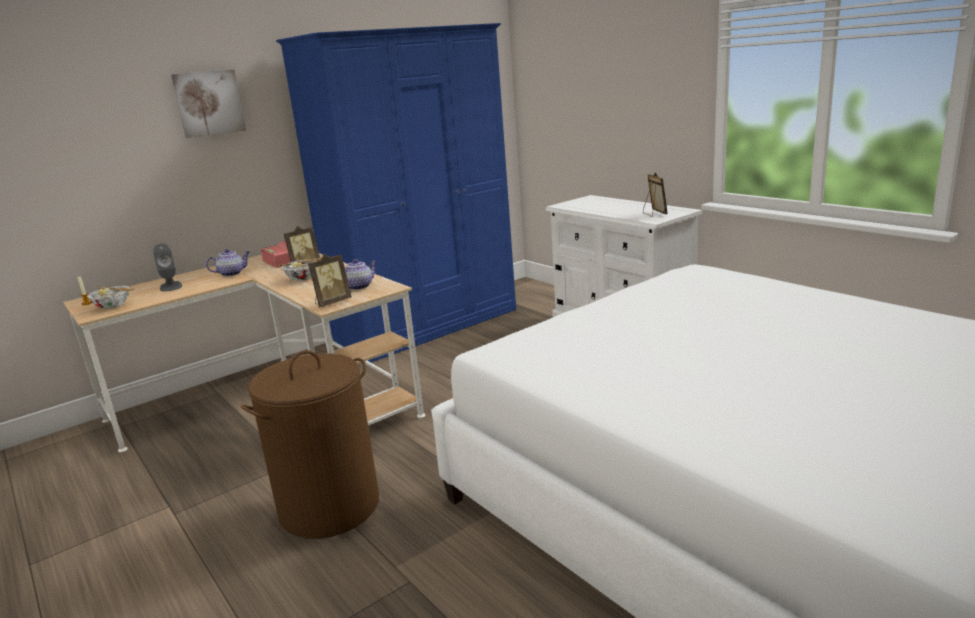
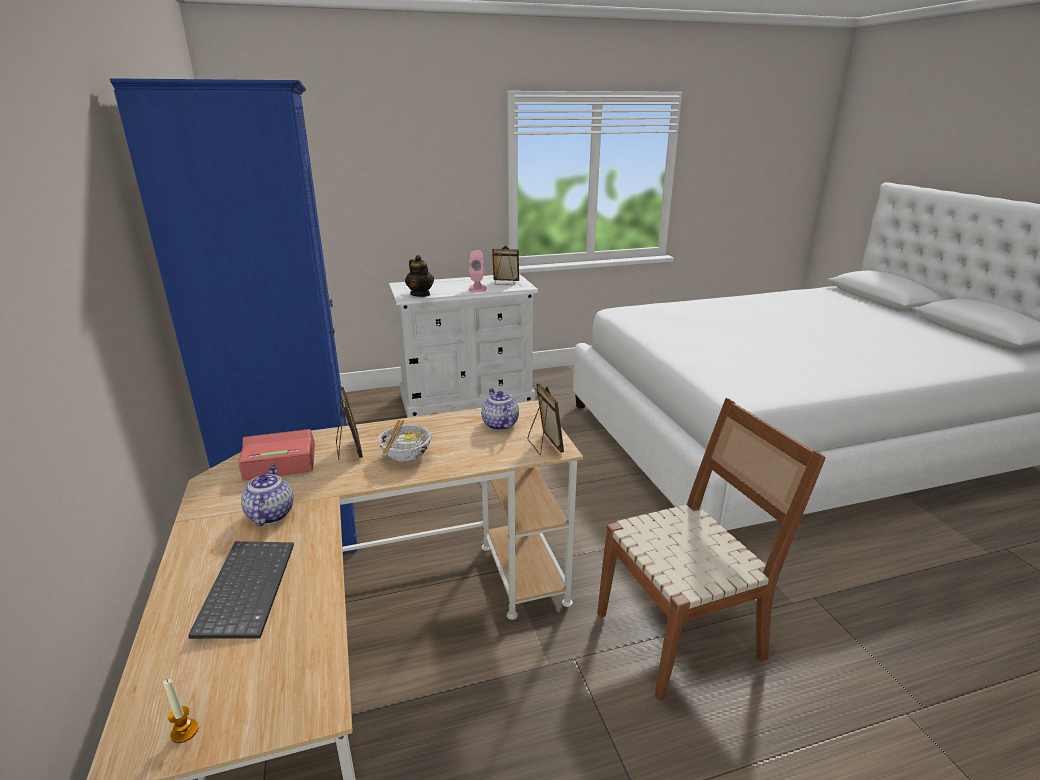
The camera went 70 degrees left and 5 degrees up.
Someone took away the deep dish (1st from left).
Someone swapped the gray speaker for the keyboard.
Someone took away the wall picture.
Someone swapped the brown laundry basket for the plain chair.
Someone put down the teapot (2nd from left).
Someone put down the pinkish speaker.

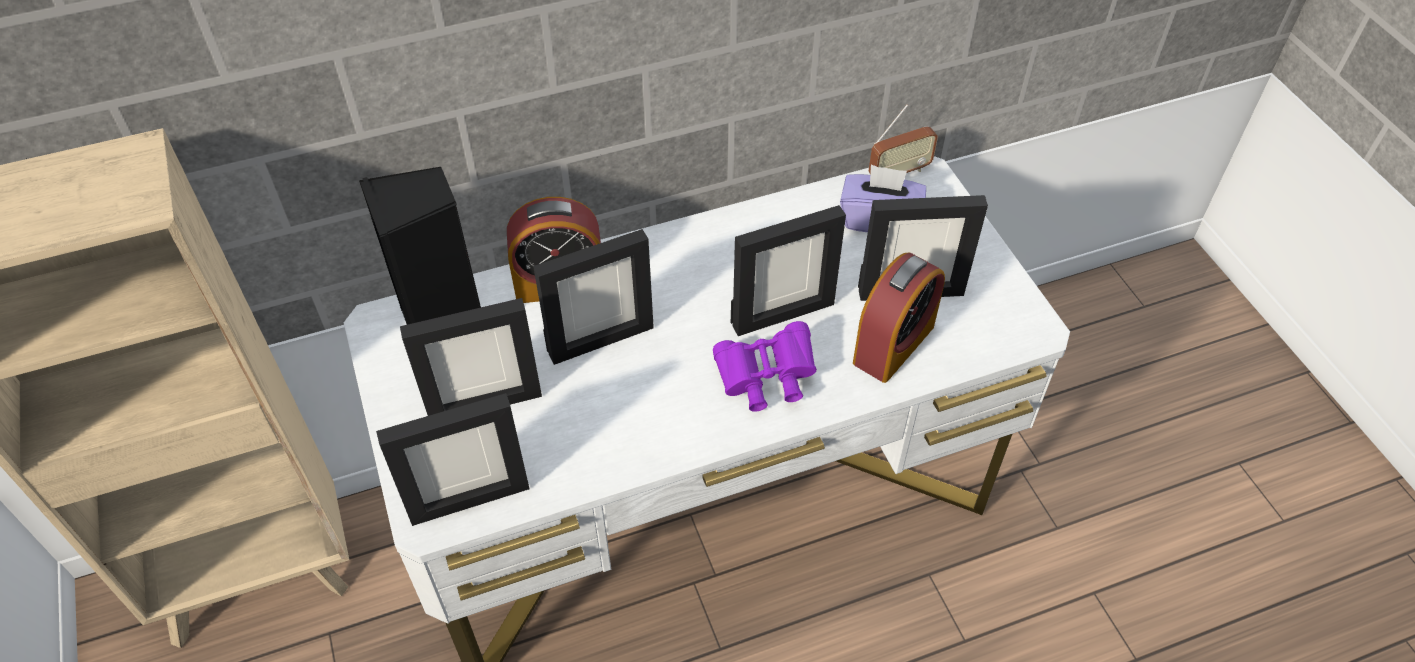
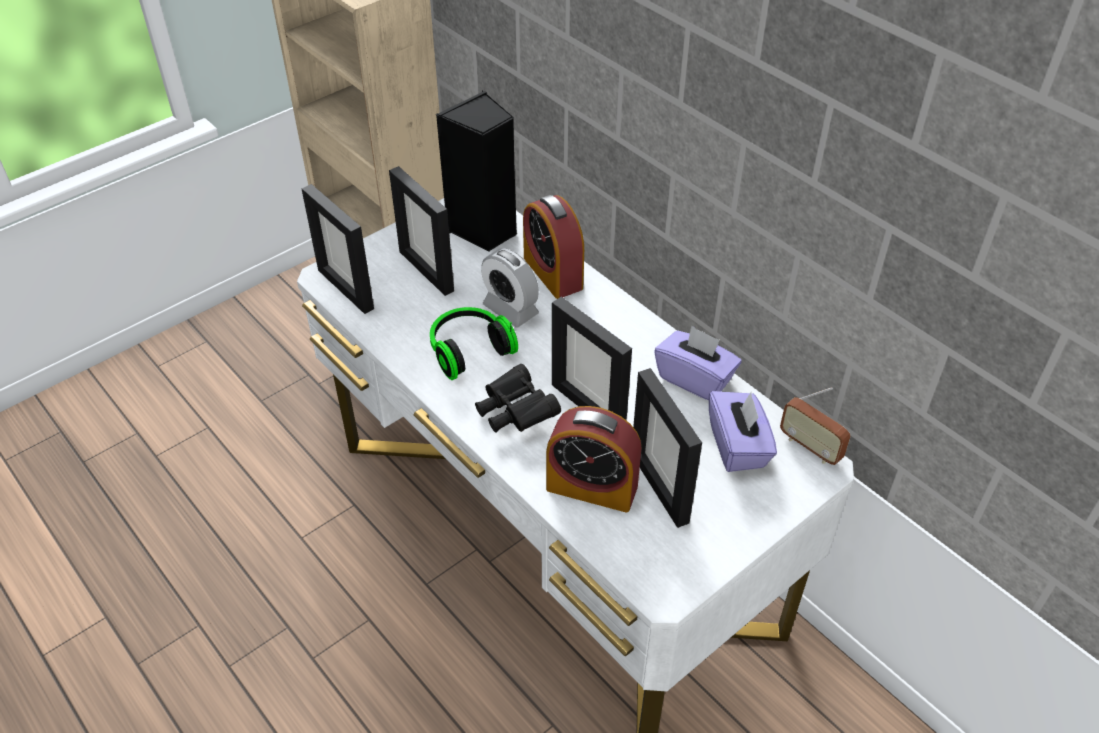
The camera went 70 degrees right and 5 degrees down.
Someone swapped the picture frame (3rd from left) for the table clock (1st from left).
Someone repainted the purplish pair of binoculars, which became the black pair of binoculars.
Someone put down the pair of headphones.
Someone put down the purplish tissue holder (1st from left).

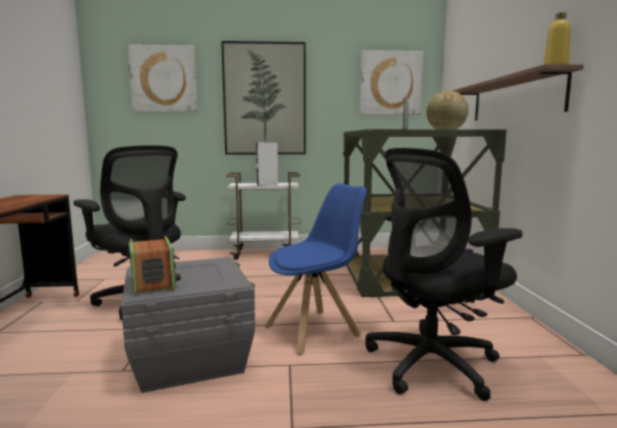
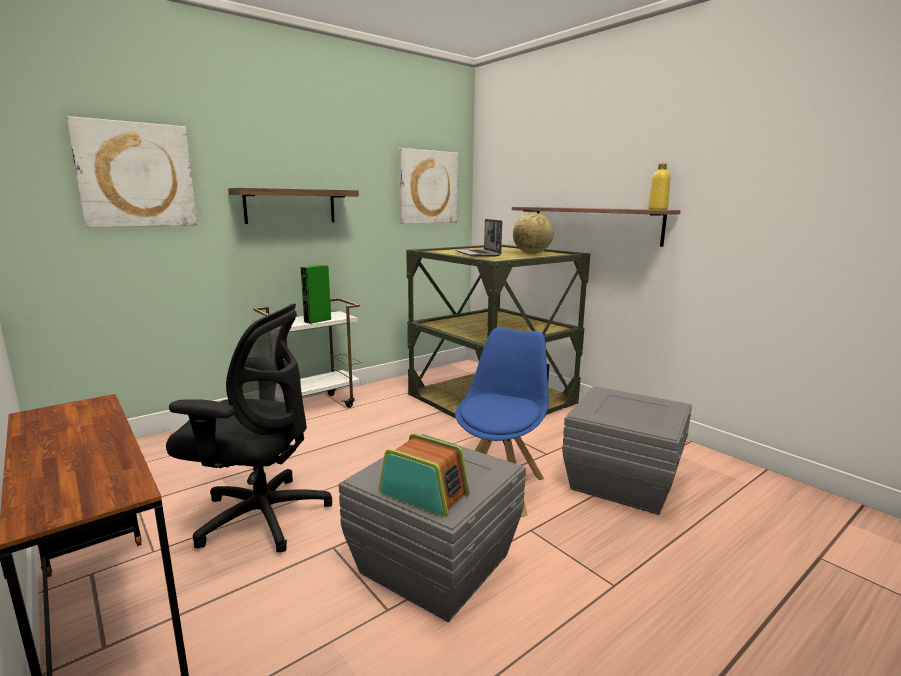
The camera went 35 degrees left and 5 degrees up.
Someone swapped the wall picture (2nd from left) for the wall shelf (1st from left).
Someone repainted the whitish speaker, which became the green-coloured speaker.
Someone swapped the black desk chair (2nd from left) for the gray storage box (2nd from left).

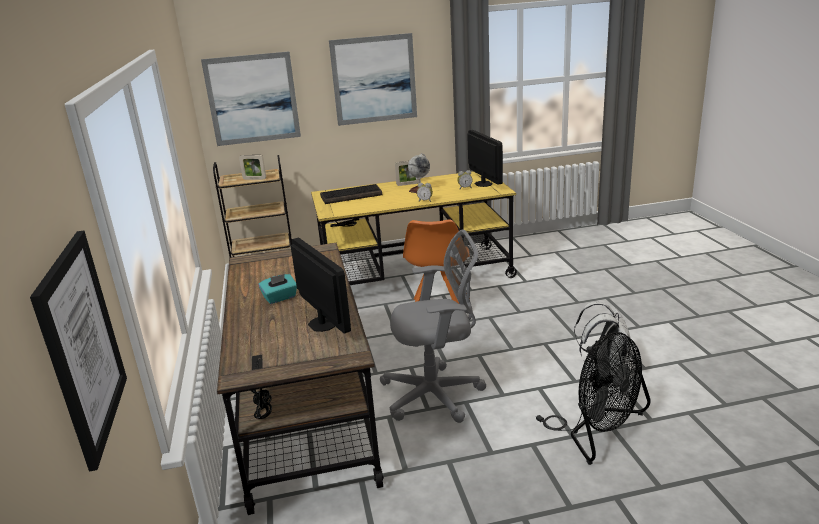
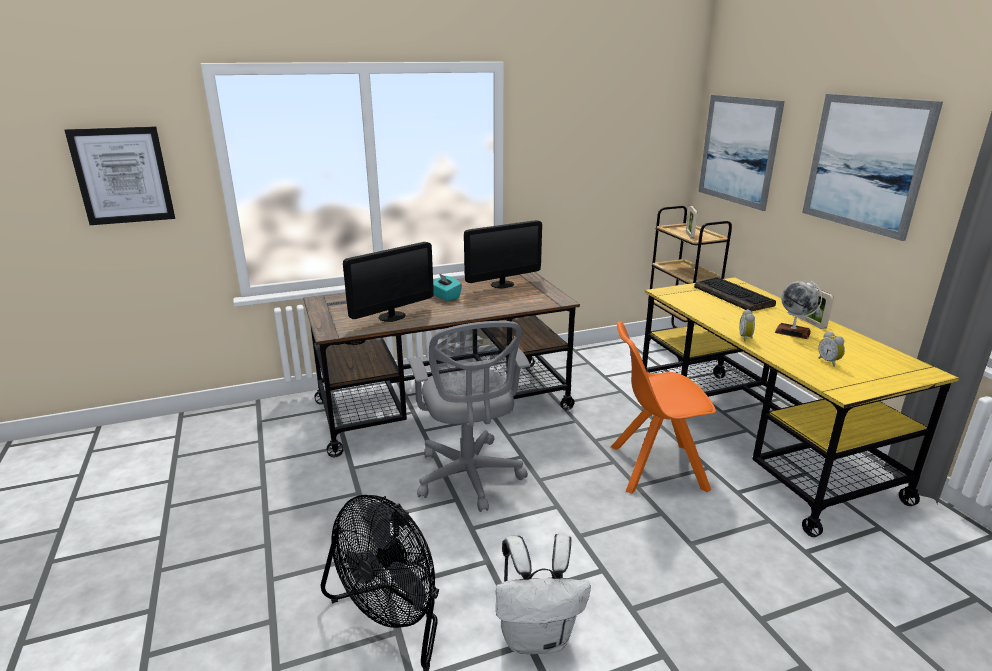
The camera went 80 degrees right and 0 degrees up.
Someone carried the monitor (2nd from left).

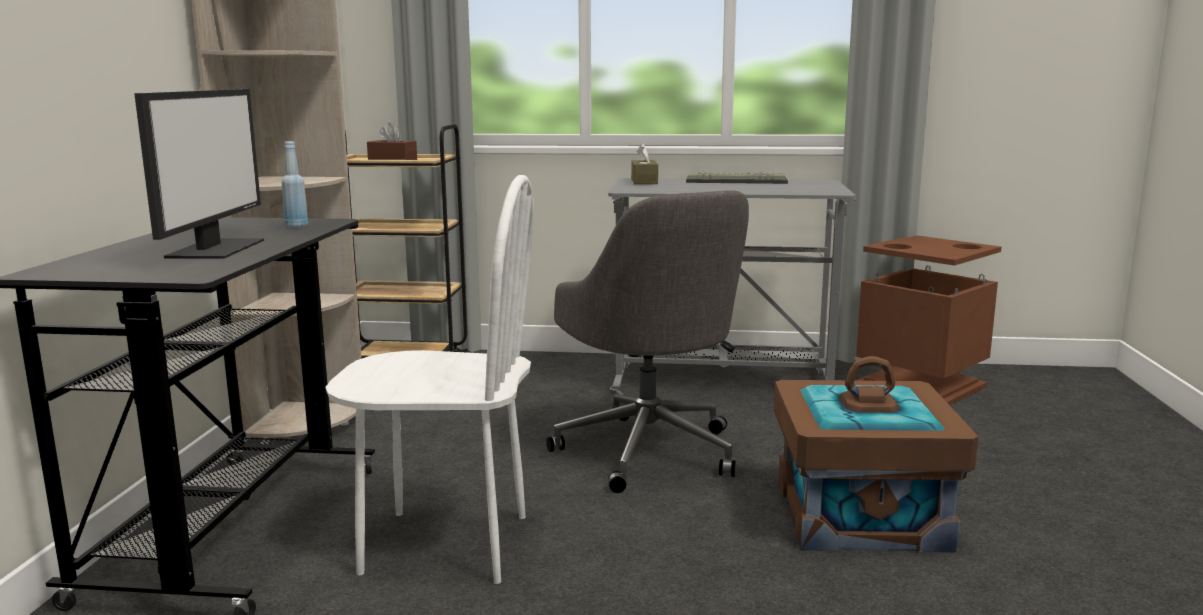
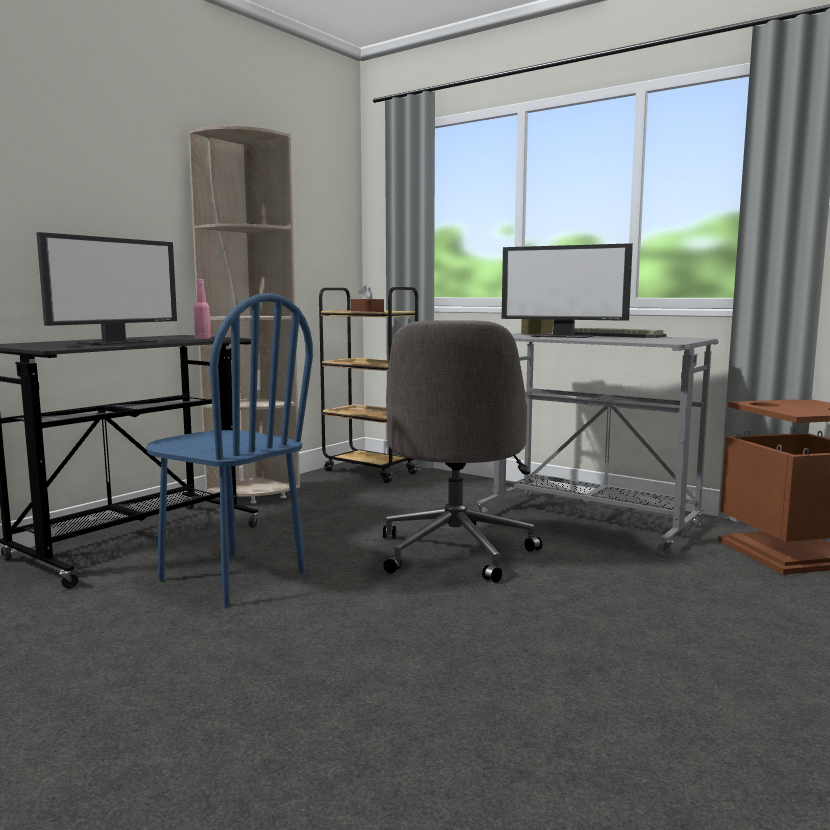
The camera went 30 degrees right and 5 degrees down.
Someone repainted the blue-coloured beverage bottle, which became the pinkish beverage bottle.
Someone repainted the whitish plain chair, which became the blue-coloured plain chair.
Someone took away the brown storage box.
Someone put down the monitor (2nd from left).

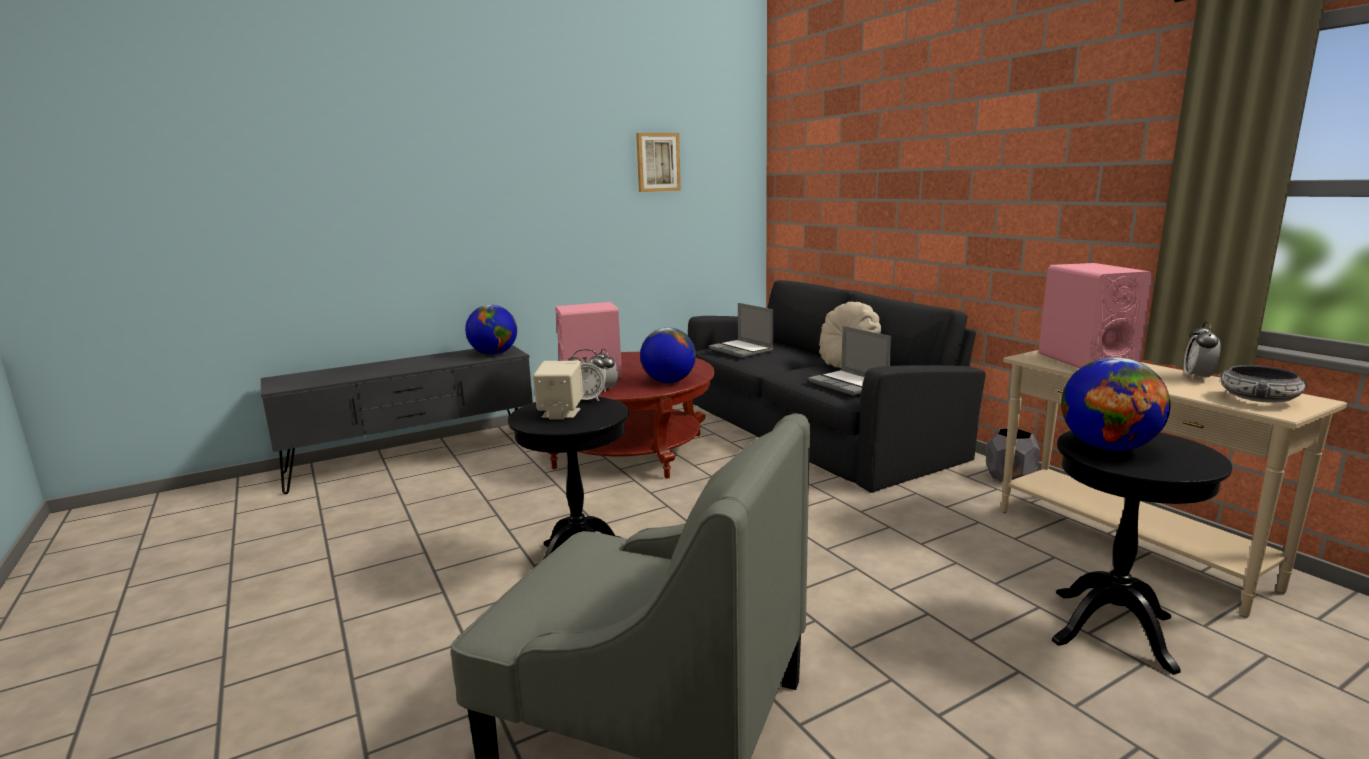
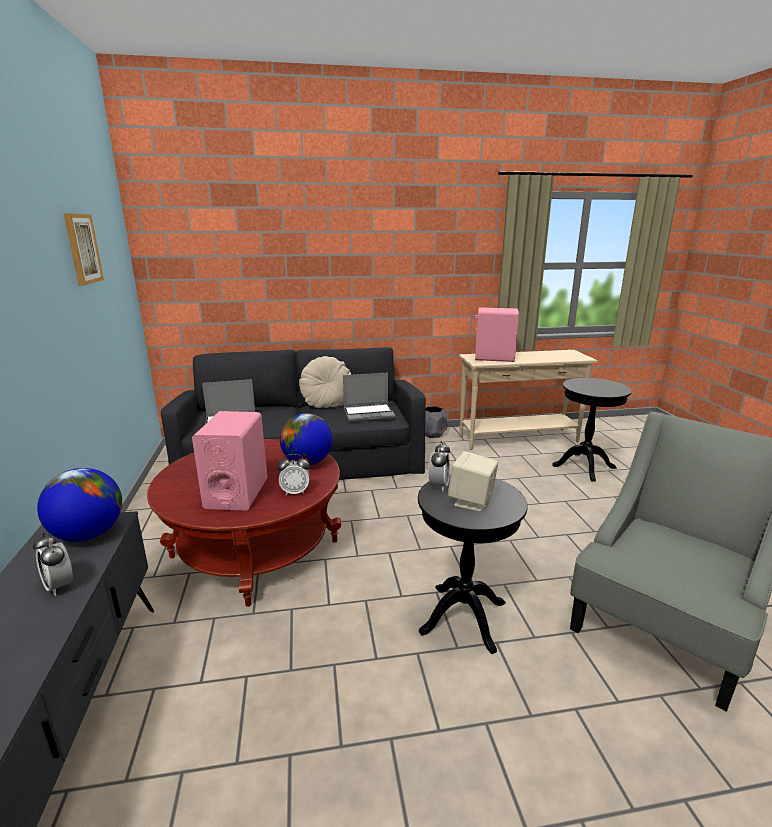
The camera went 70 degrees left and 5 degrees up.
Someone took away the globe (3rd from left).
Someone carried the table clock (3rd from left in the first image).
Someone took away the deep dish.

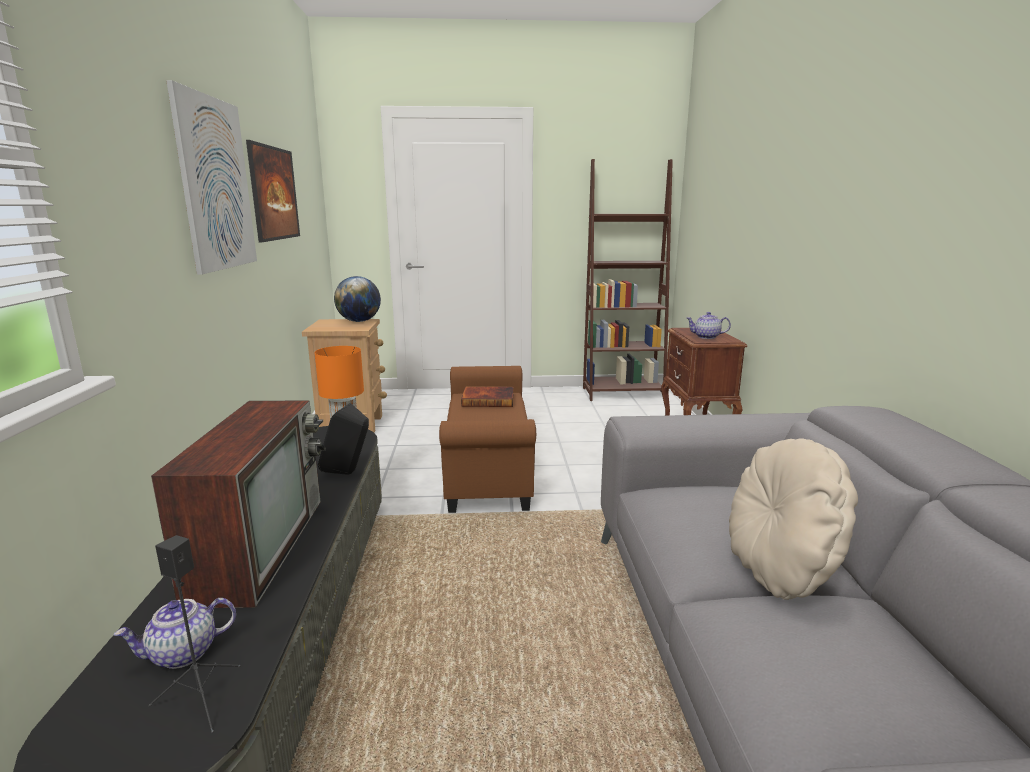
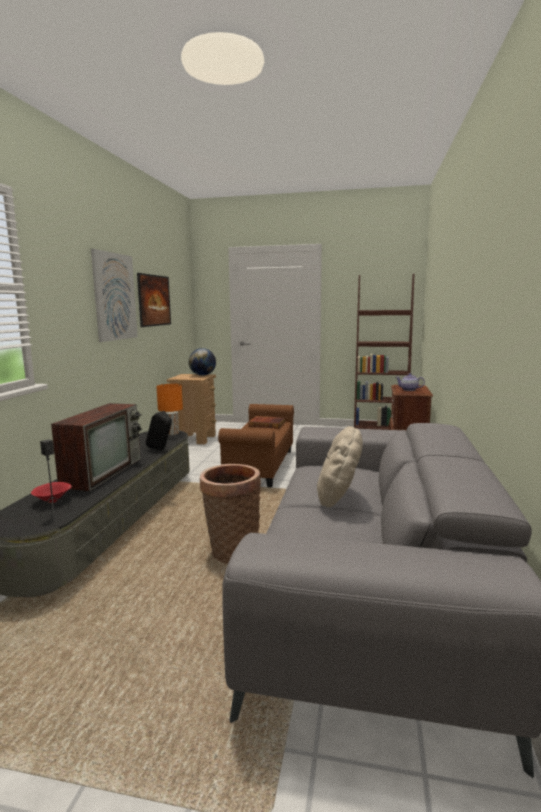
The camera went 15 degrees right and 5 degrees down.
Someone swapped the teapot (1st from left) for the reddish deep dish.
Someone put down the household basket.

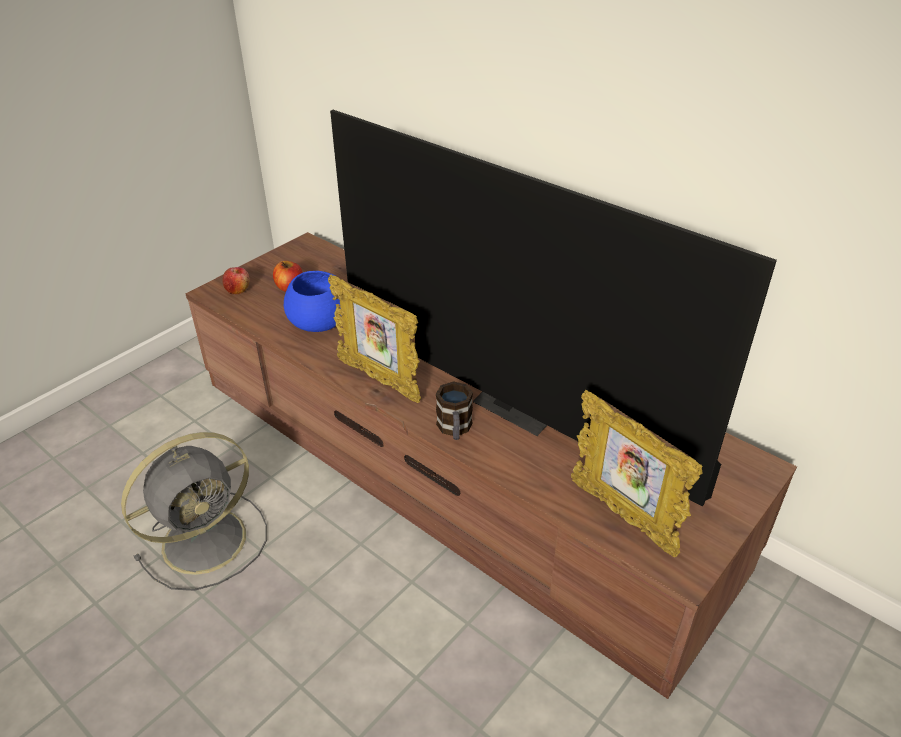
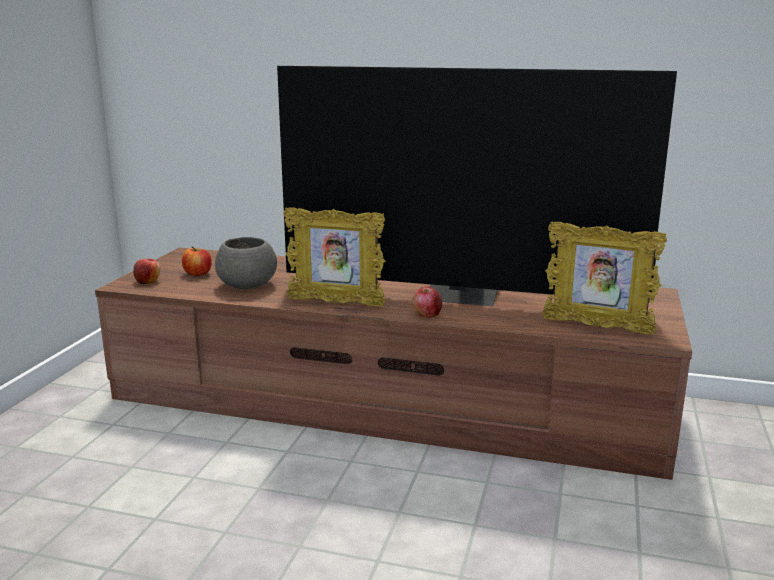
The camera went 25 degrees left and 20 degrees down.
Someone took away the gray electric fan.
Someone repainted the blue-coloured deep dish, which became the gray deep dish.
Someone swapped the coffee mug for the whole apple (3rd from left).

